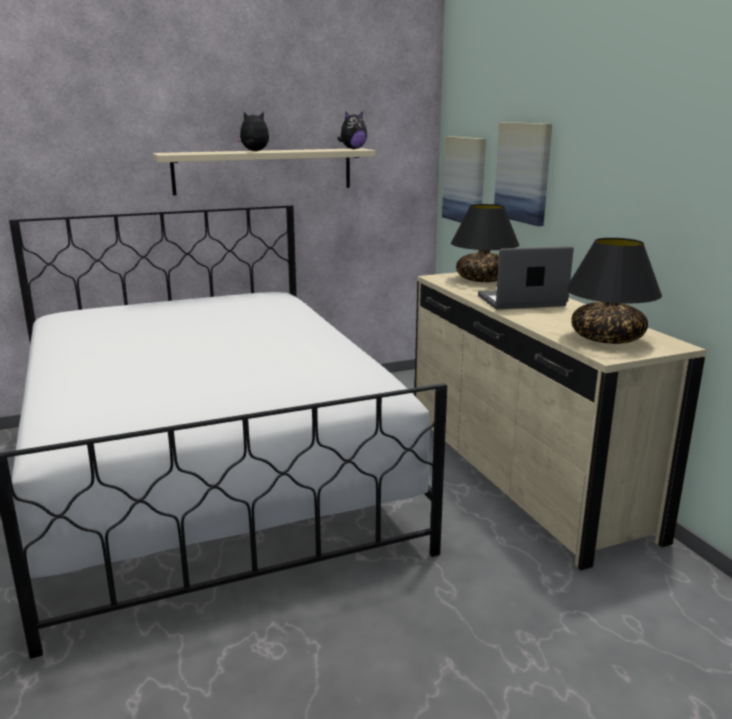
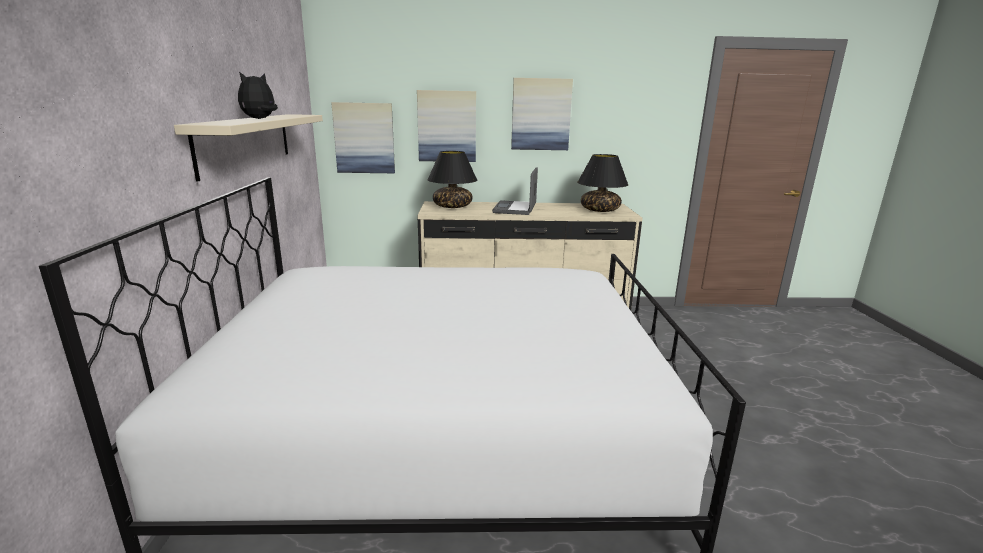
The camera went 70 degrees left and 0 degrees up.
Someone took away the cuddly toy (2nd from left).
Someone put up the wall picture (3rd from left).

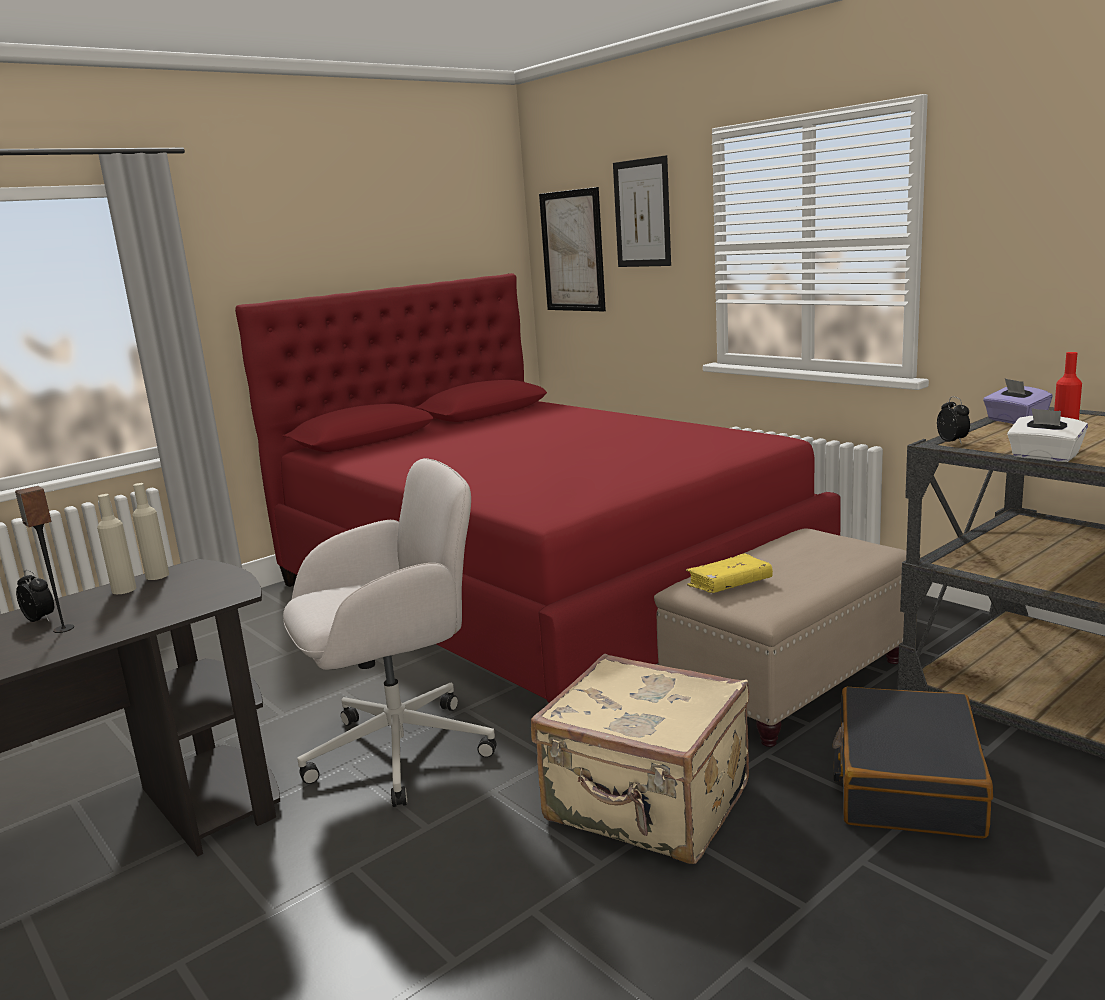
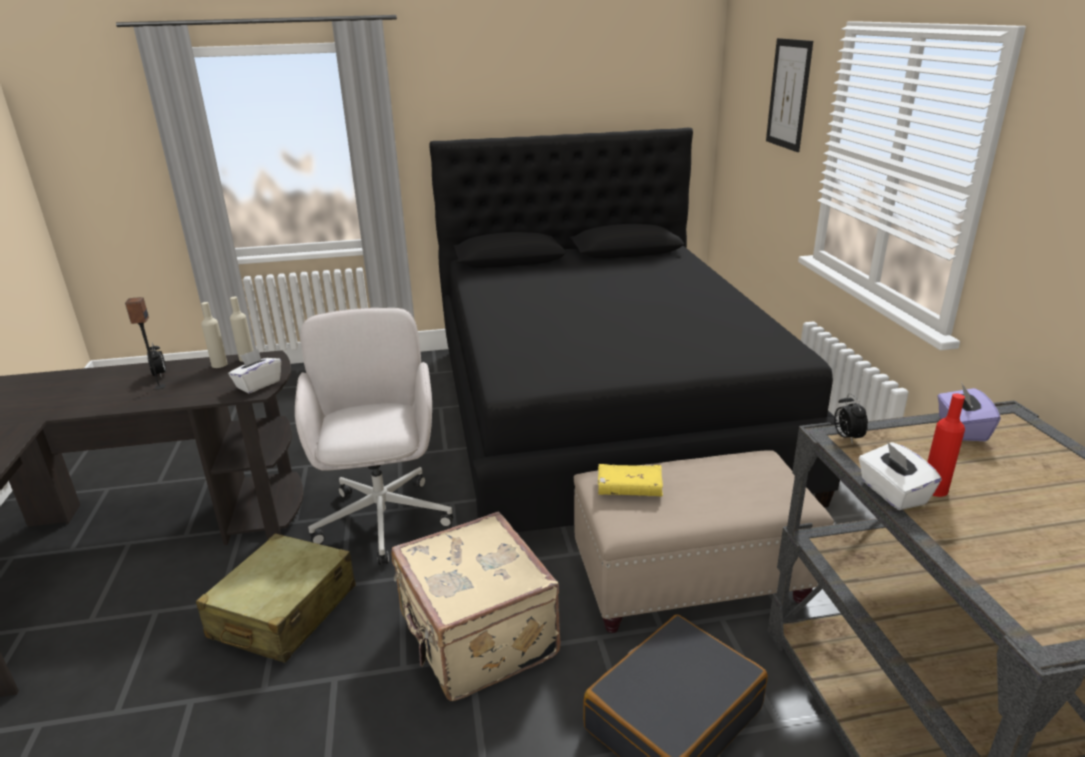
The camera went 30 degrees right and 10 degrees up.
Someone repainted the reddish bed, which became the black bed.
Someone rotated the whitish desk chair by 105 degrees counterclockwise.
Someone took away the wall picture (1st from left).
Someone rotated the table clock (2nd from left) by 150 degrees clockwise.
Someone put down the beige-coloured piece of luggage (1st from left).
Someone put down the whitish tissue holder (1st from left).

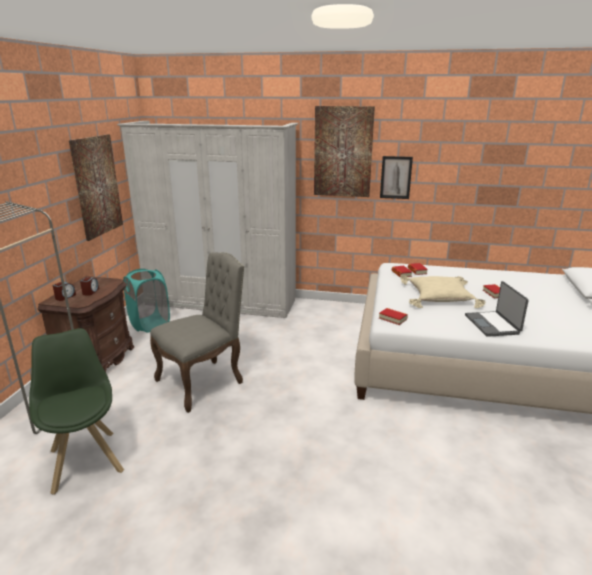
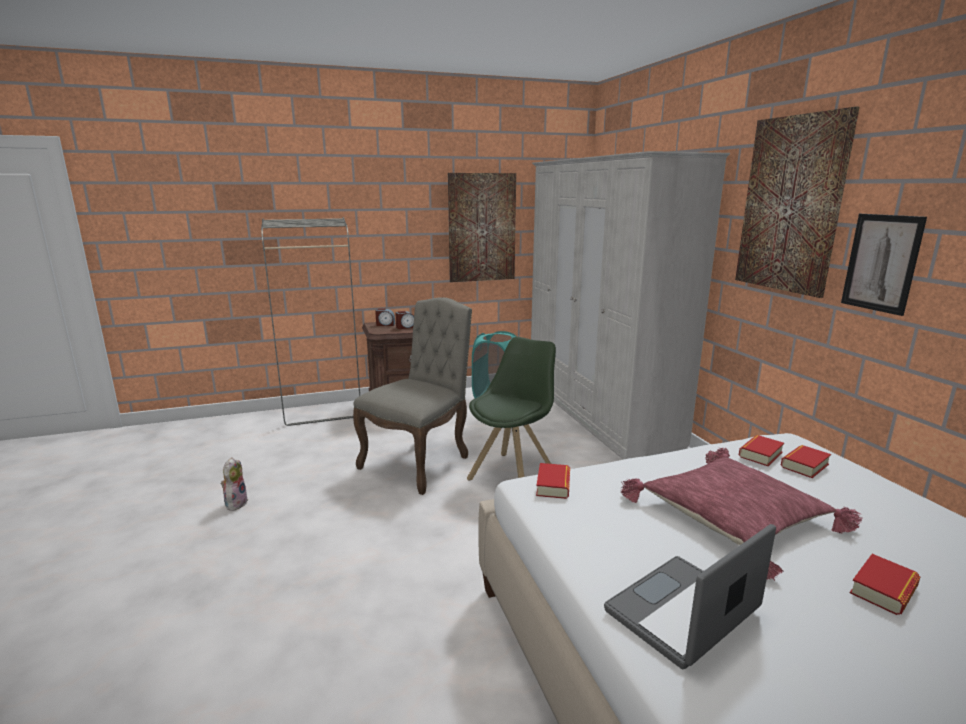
The camera went 60 degrees right and 5 degrees down.
Someone carried the green-coloured plain chair.
Someone rotated the gray plain chair by 75 degrees counterclockwise.
Someone repainted the beige-coloured throw pillow, which became the reddish throw pillow.
Someone put down the cuddly toy.

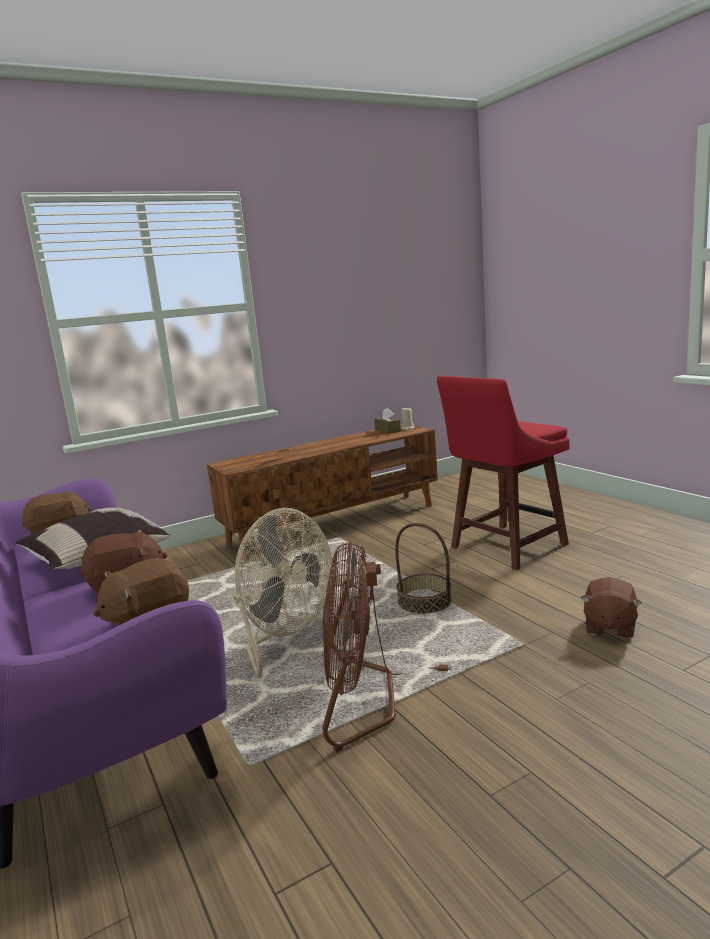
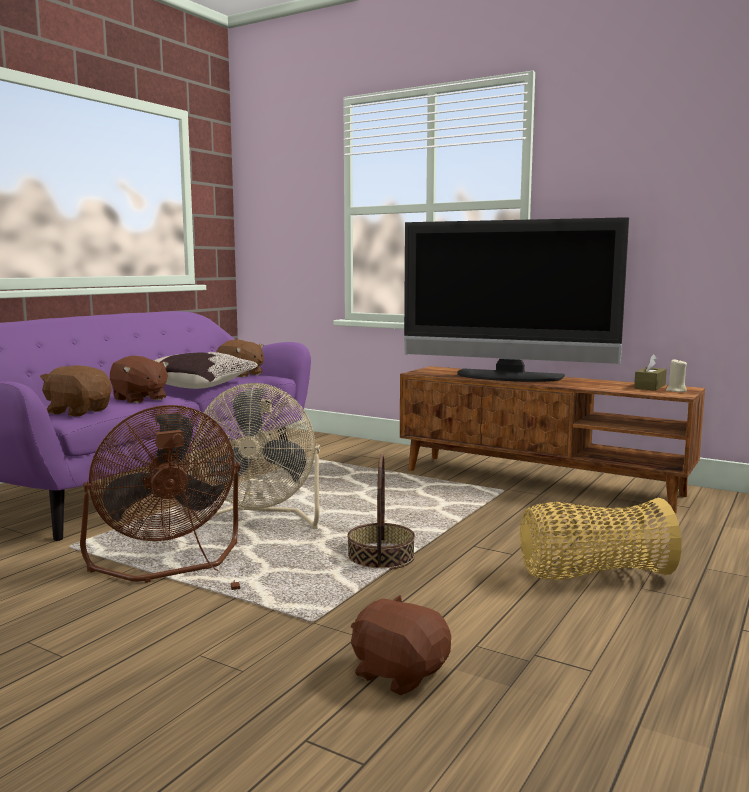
The camera went 60 degrees right and 5 degrees down.
Someone swapped the reddish stool seat for the household basket (2nd from left).
Someone rotated the brown cuddly toy (4th from left) by 45 degrees clockwise.
Someone put down the television.

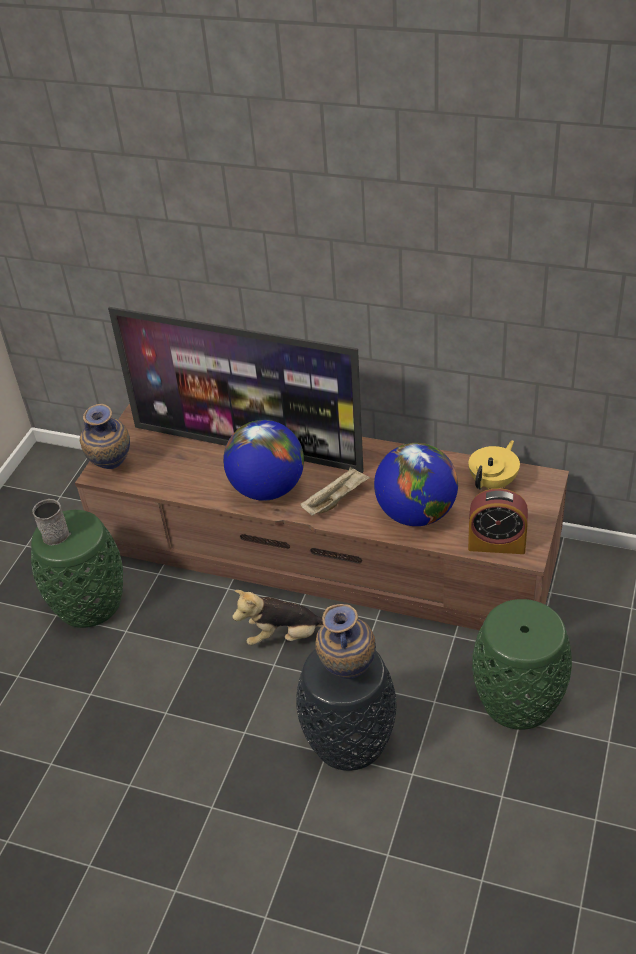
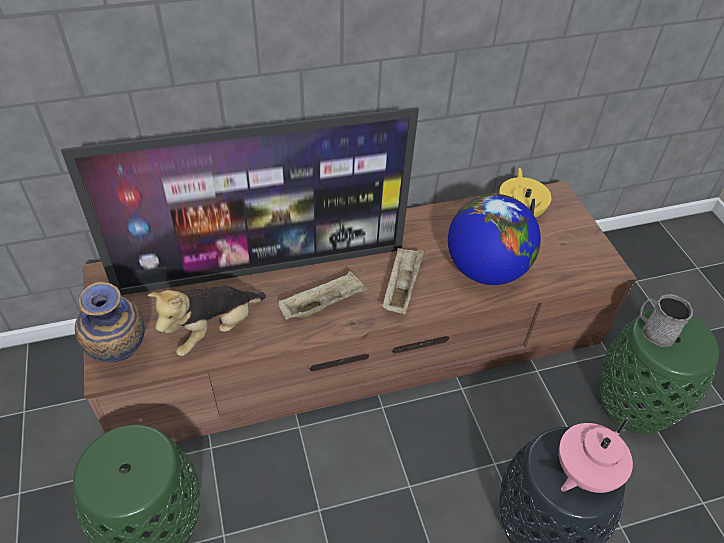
The camera went 40 degrees left and 5 degrees up.
Someone carried the gray coffee mug.
Someone swapped the globe (1st from left) for the beige-coloured carrying tray (1st from left).
Someone carried the cuddly toy.
Someone swapped the decorative vase (2nd from left) for the pinkish teapot.
Someone took away the table clock.

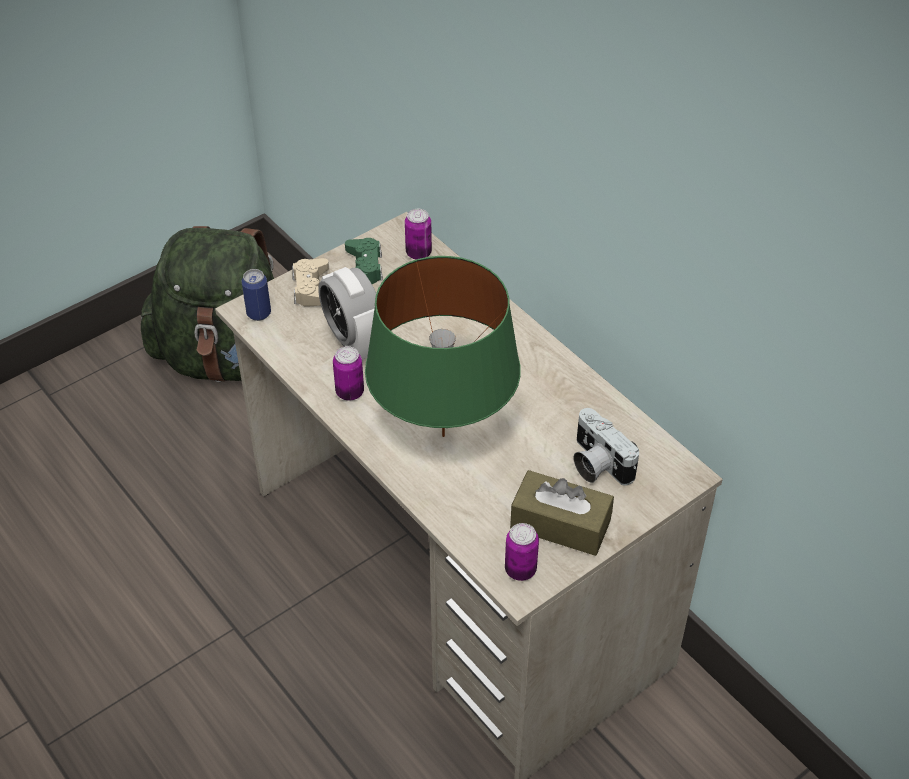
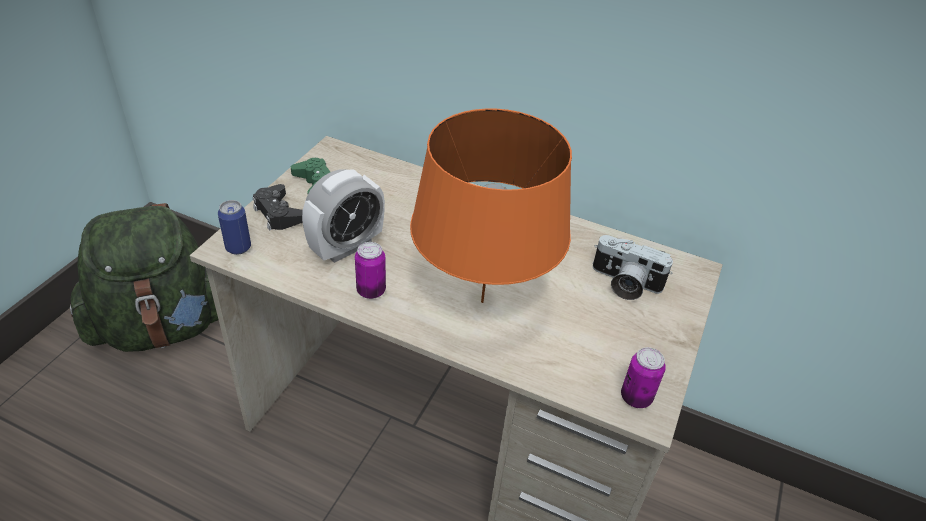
The camera went 30 degrees left and 5 degrees down.
Someone repainted the beige-coloured joypad, which became the black joypad.
Someone rotated the table clock by 75 degrees counterclockwise.
Someone repainted the green-coloured tabletop lamp, which became the orange-coloured tabletop lamp.
Someone took away the sealed can (3rd from left).
Someone took away the brown tissue holder.

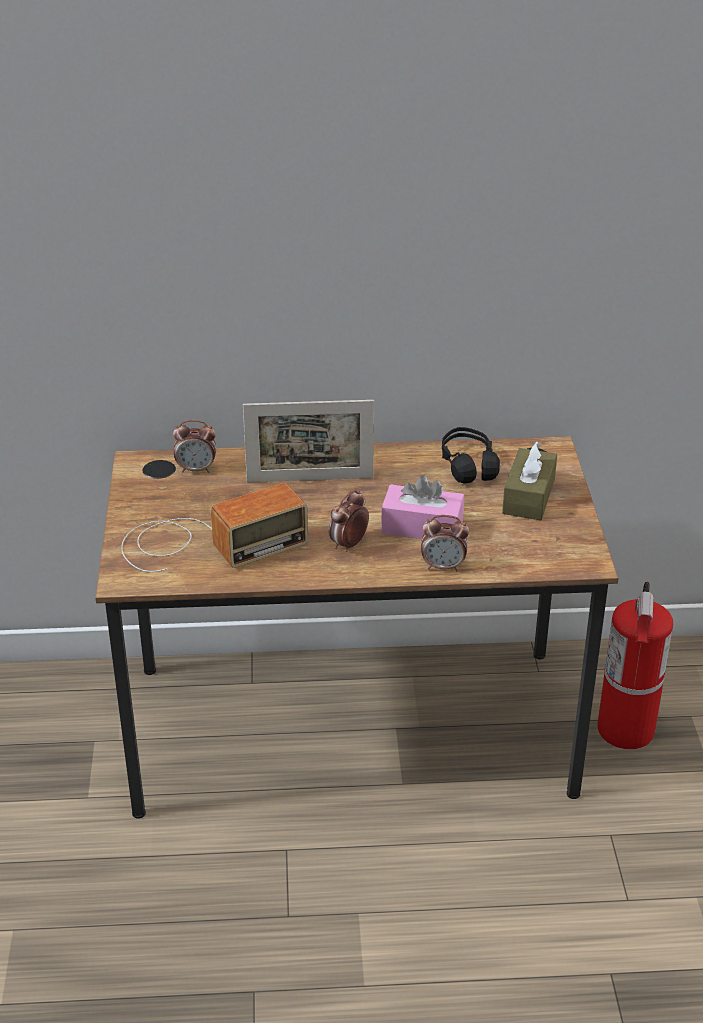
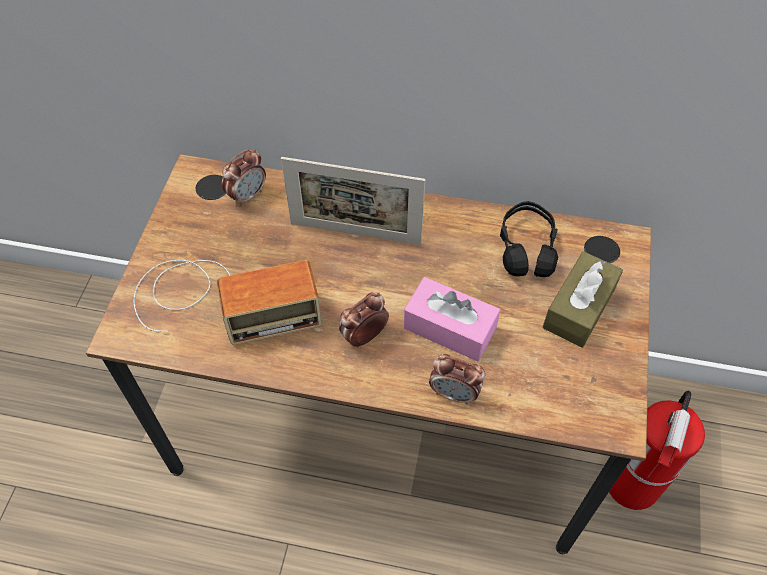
The camera went 15 degrees right and 20 degrees up.
Someone rotated the table clock (1st from left) by 60 degrees counterclockwise.

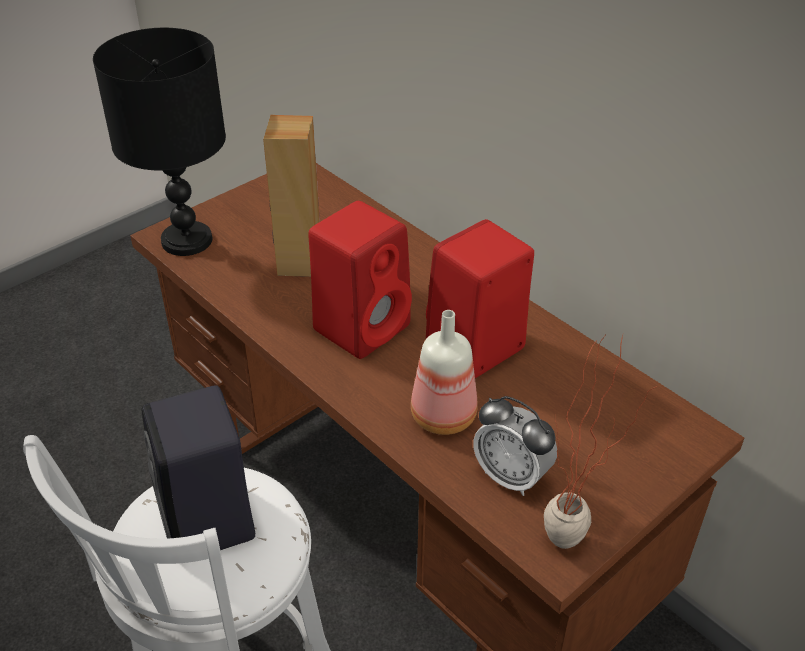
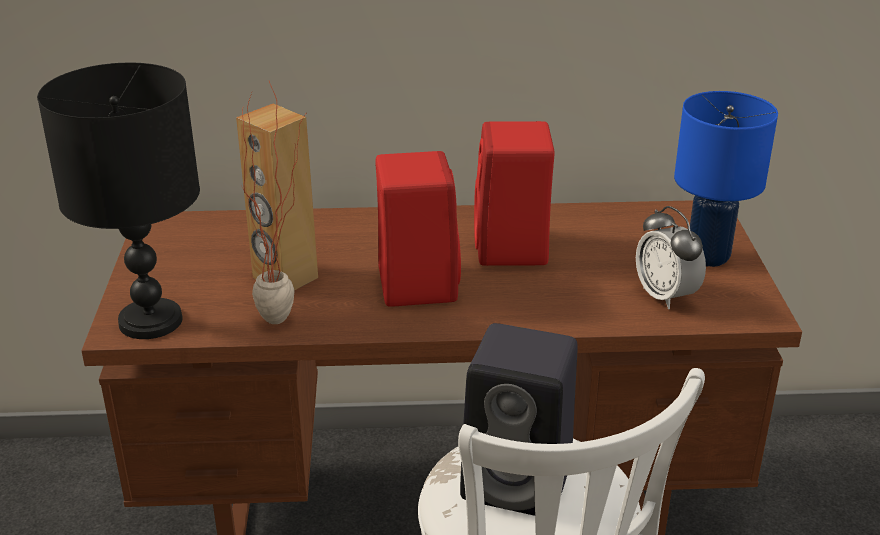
The camera went 50 degrees left and 10 degrees down.
Someone took away the beverage bottle.
Someone rotated the table clock by 75 degrees clockwise.
Someone carried the houseplant.
Someone put down the blue-coloured tabletop lamp.

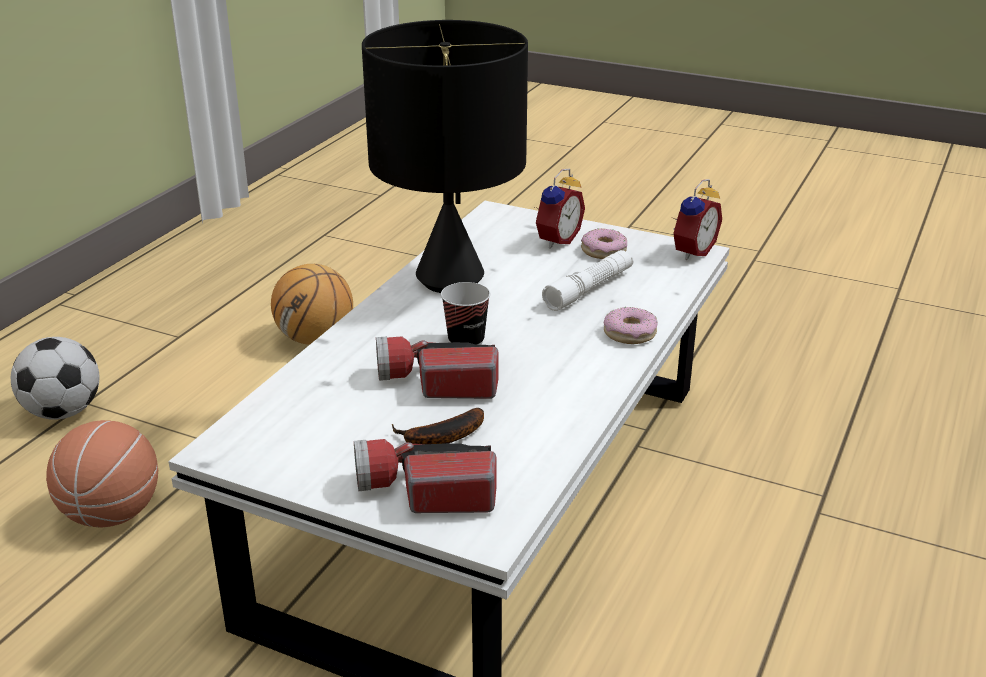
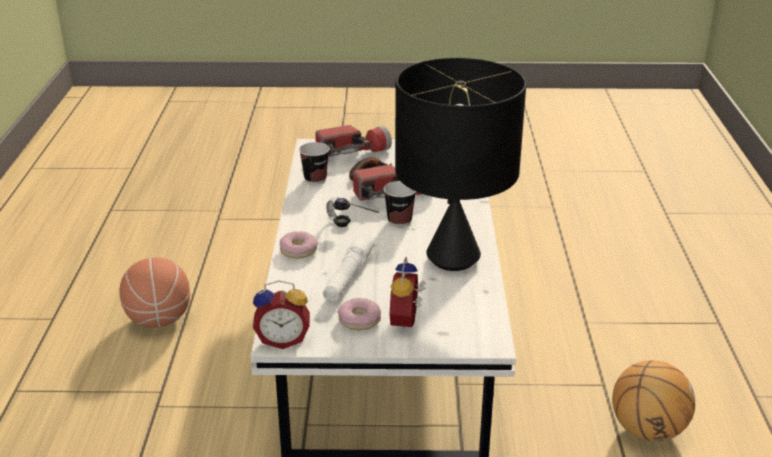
The camera went 155 degrees right and 0 degrees up.
Someone took away the football.
Someone carried the basketball ball (1st from left).
Someone rotated the table clock (2nd from left in the first image) by 105 degrees counterclockwise.
Someone put down the small cup (1st from left).
Someone put down the pair of headphones.

